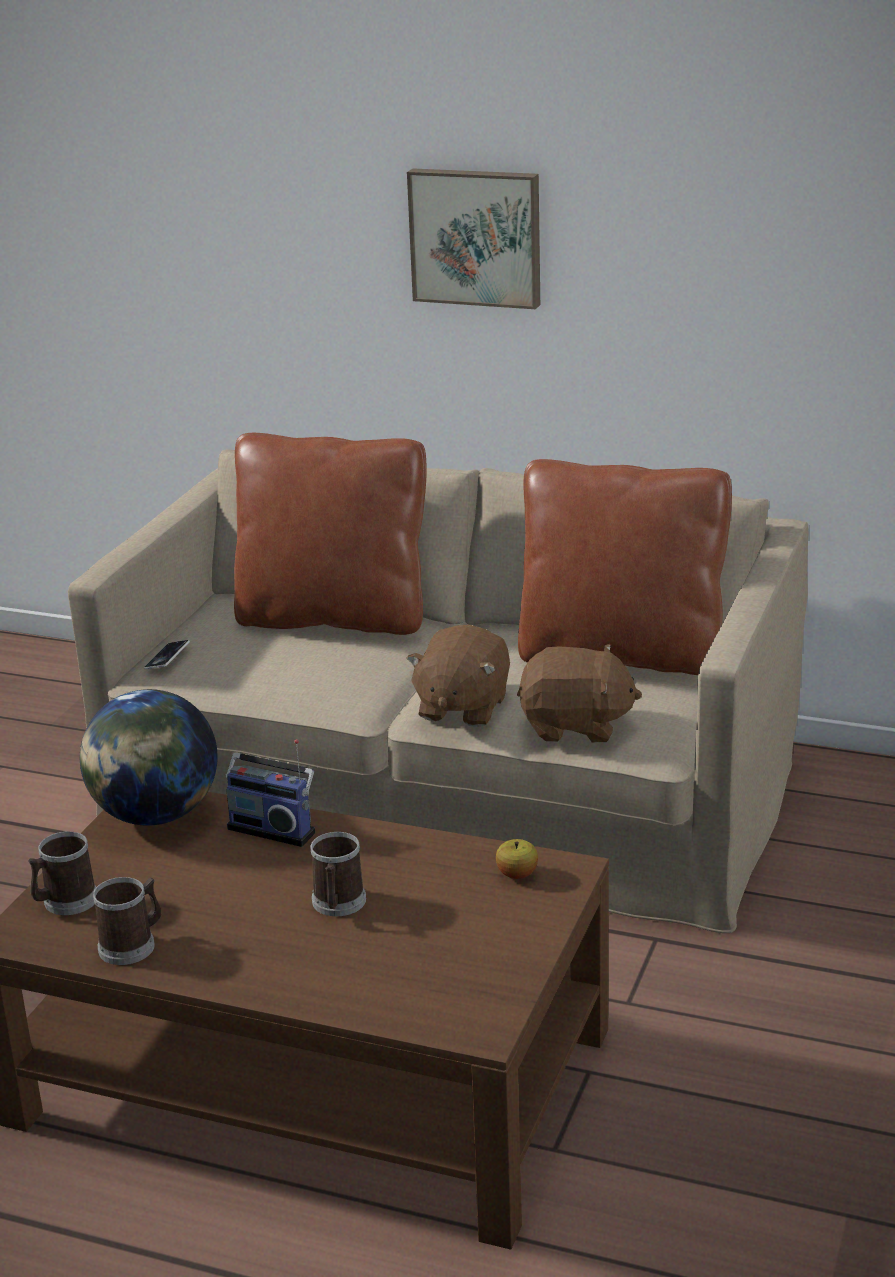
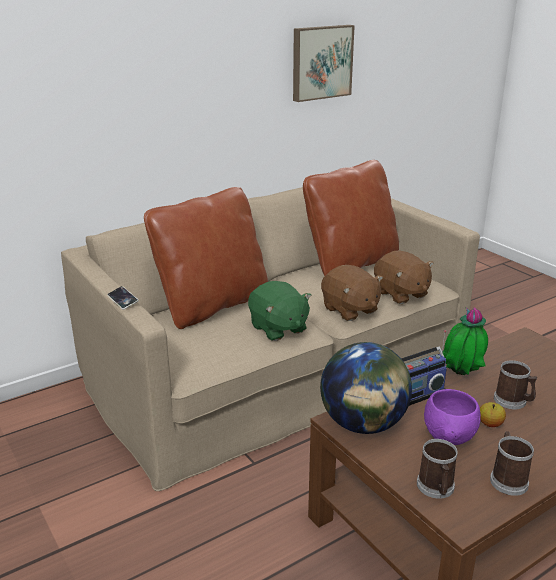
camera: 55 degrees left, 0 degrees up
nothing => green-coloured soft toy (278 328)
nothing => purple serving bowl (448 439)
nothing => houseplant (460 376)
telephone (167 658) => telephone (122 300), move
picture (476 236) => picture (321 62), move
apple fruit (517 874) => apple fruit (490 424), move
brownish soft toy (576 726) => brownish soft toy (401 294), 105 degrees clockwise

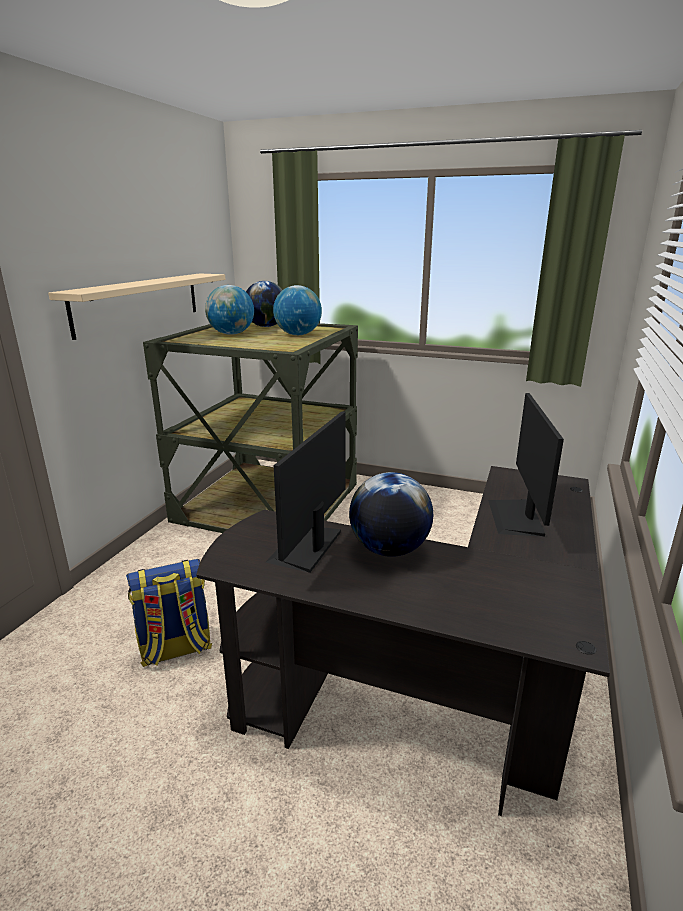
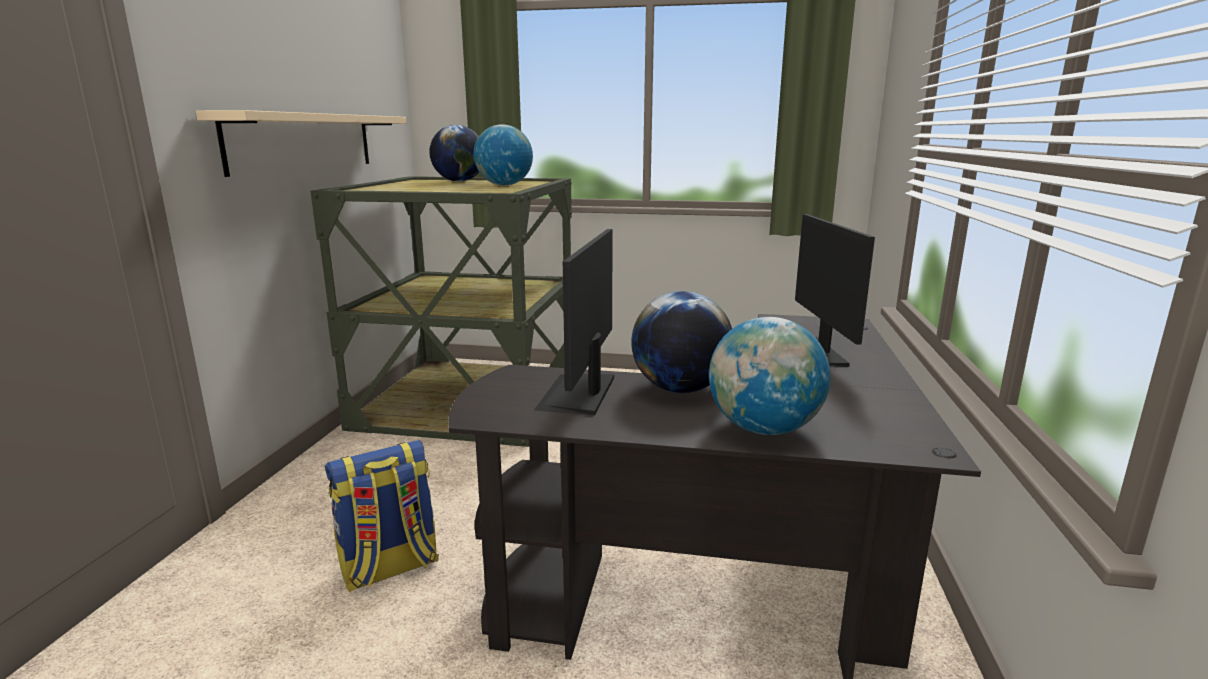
camera: 10 degrees left, 5 degrees down
world globe (231 334) => world globe (763 429), move

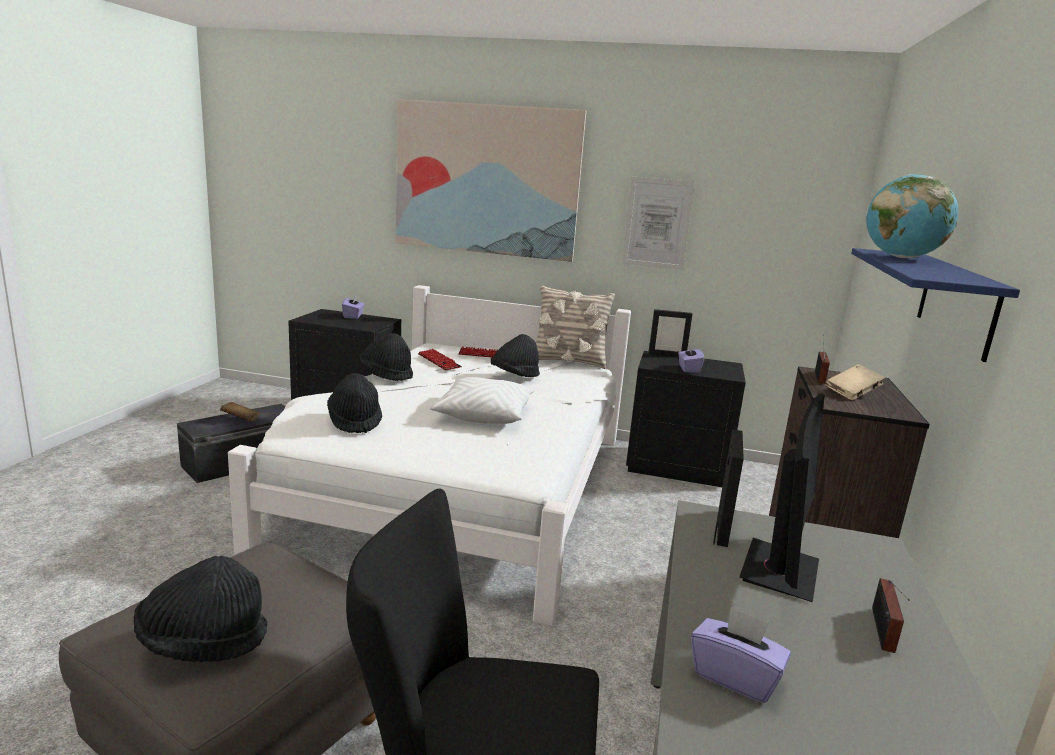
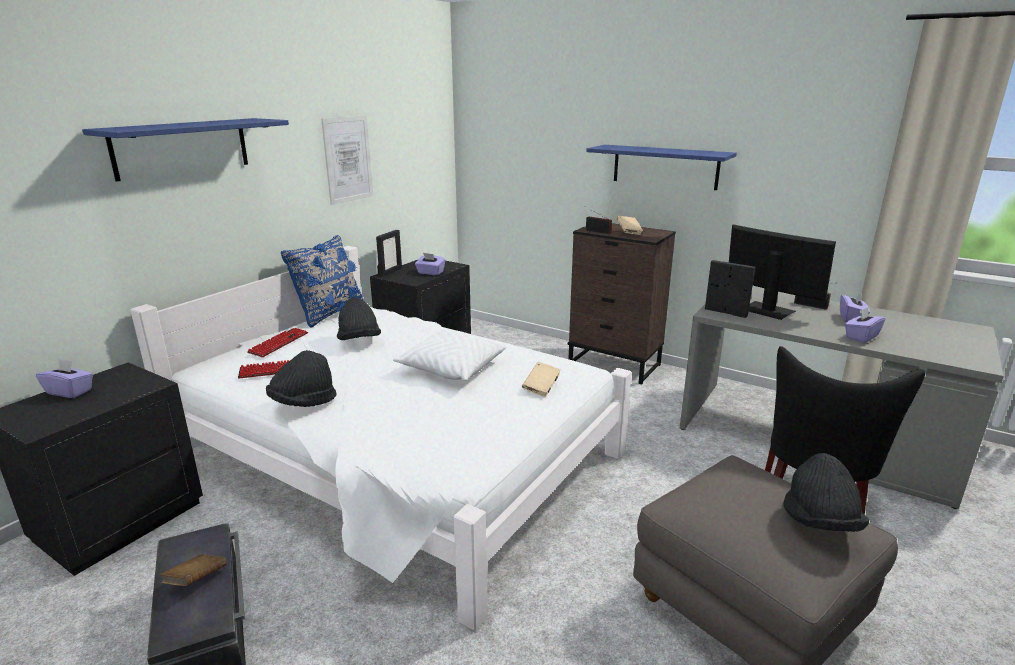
camera: 70 degrees left, 5 degrees up
black clothing hat (355 421) => nothing
world globe (901 257) => nothing
nothing => beige book (541 388)
nothing => purple tissue box (851 318)
picture (486 180) => bluish wall shelf (182 147)
beige throw pillow (569 362) => bluish throw pillow (330 314)

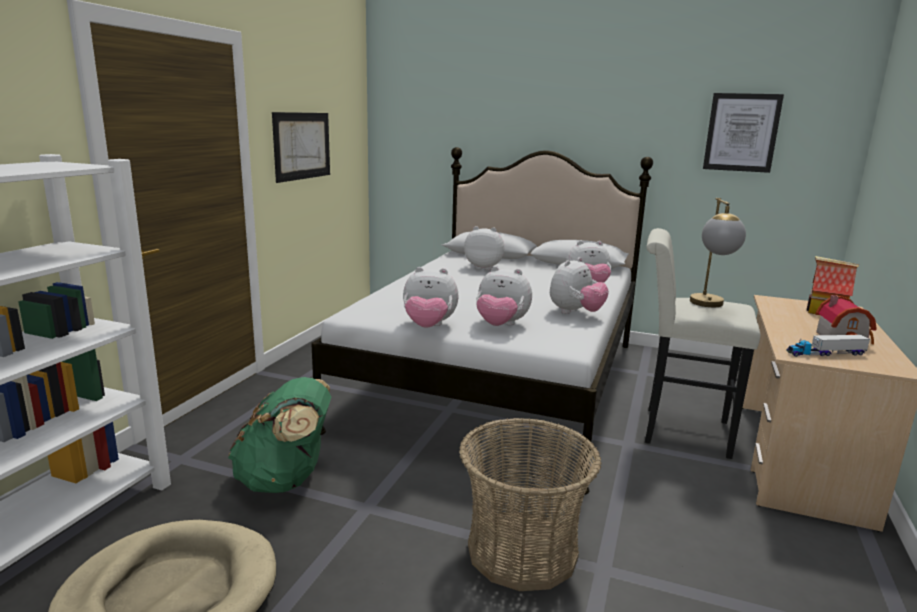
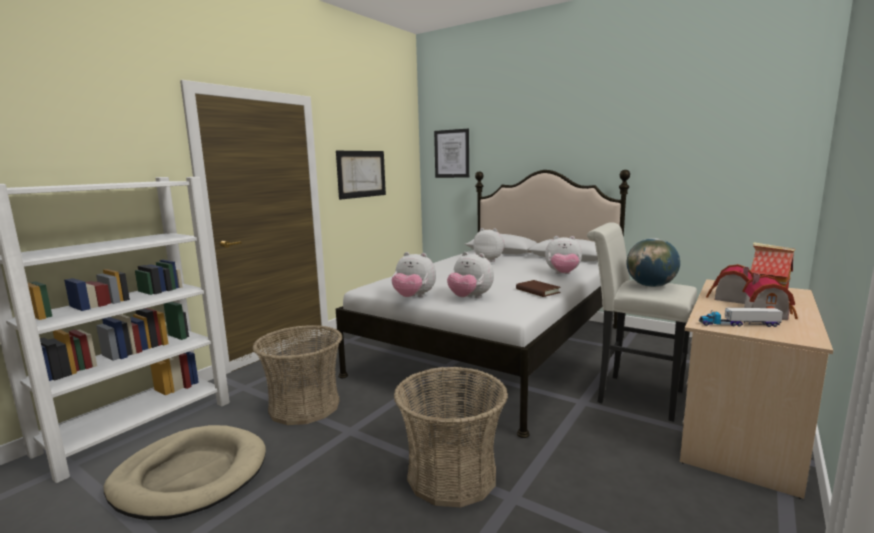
camera: 15 degrees right, 5 degrees down
nothing => model house (729 298)
picture (741 132) => picture (452 153), move
green-coloured rucksack (286 479) => storage basket (304 406)
soft toy (575 313) => brownish book (537 291)
tabletop lamp (709 306) => world globe (651 286)

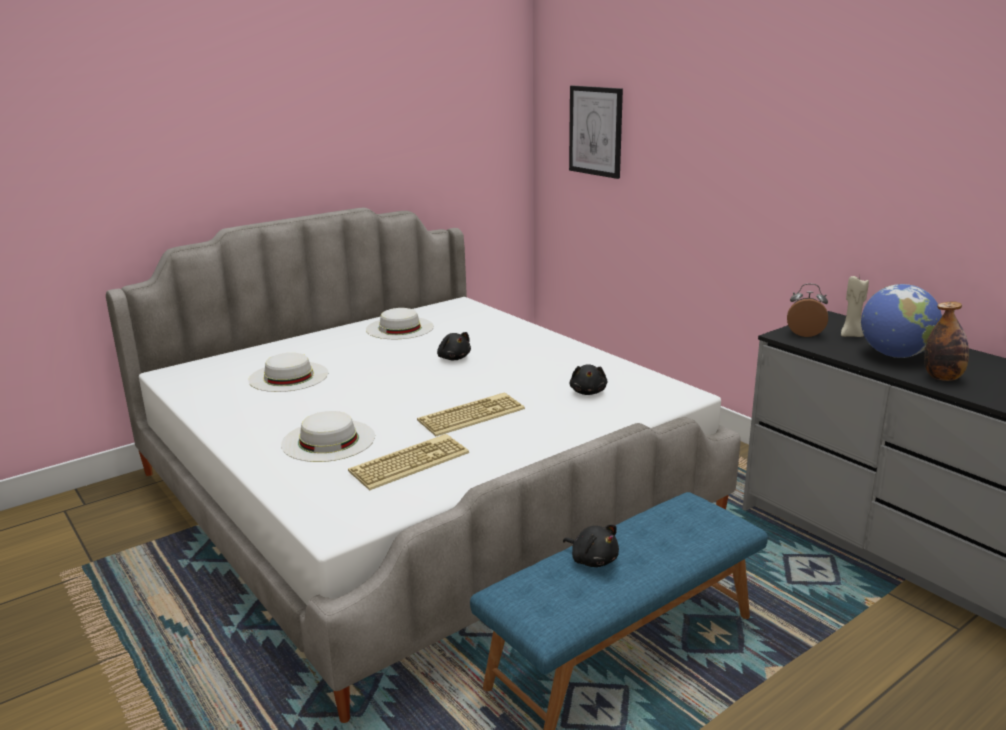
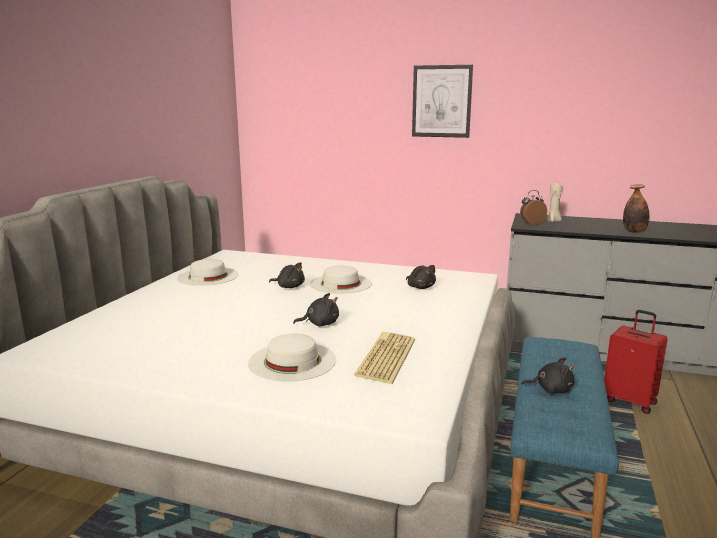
camera: 35 degrees left, 5 degrees down
computer keyboard (471 415) => nothing
world globe (895 355) => nothing
nothing => black soft toy (320 324)
nothing => red-coloured travel case (630 401)
white-coloured clothing hat (288 376) => white-coloured clothing hat (340 283), move
picture (595 131) => picture (441 101), move

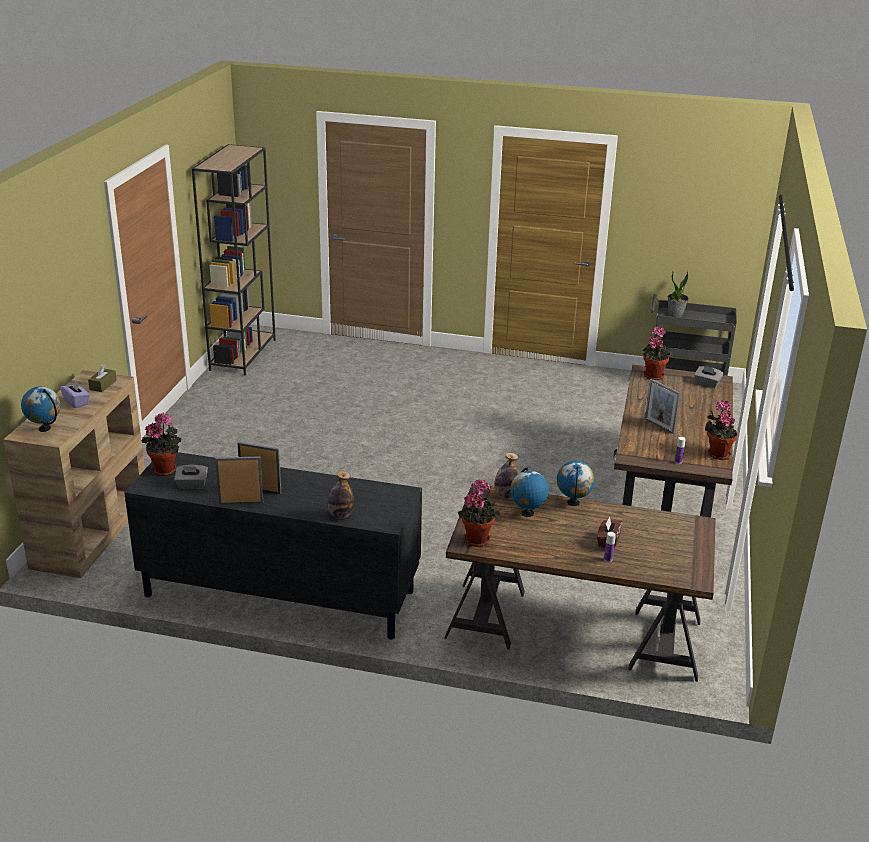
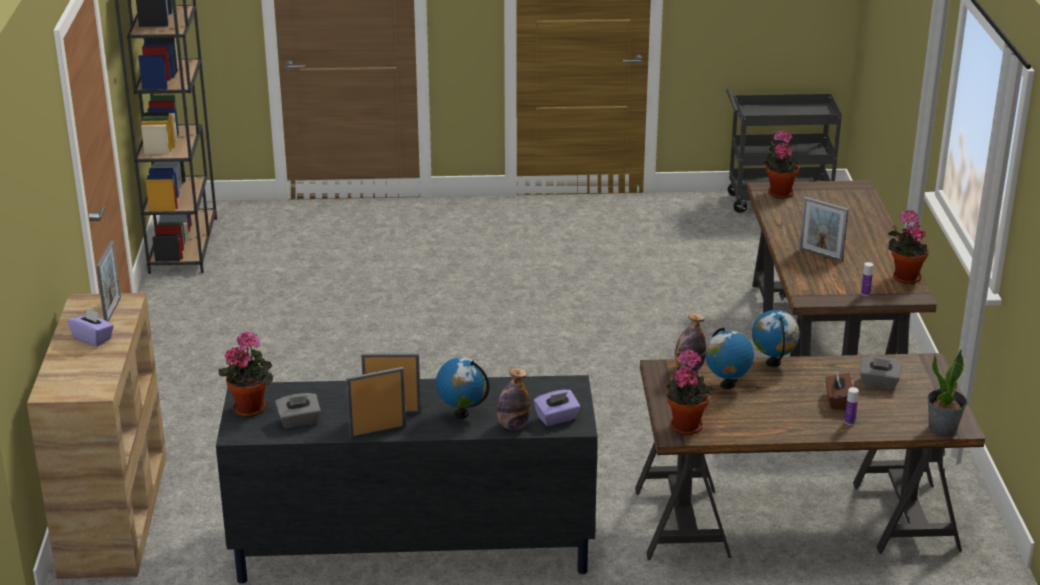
camera: 15 degrees left, 0 degrees up
nothing => purple tissue box (557 418)
world globe (45 428) => world globe (461 413), move
houseplant (675 314) => houseplant (943 428), move
greyish tissue box (707 384) => greyish tissue box (878 383), move
brownish tissue box (103 385) => standing frame (112 310)

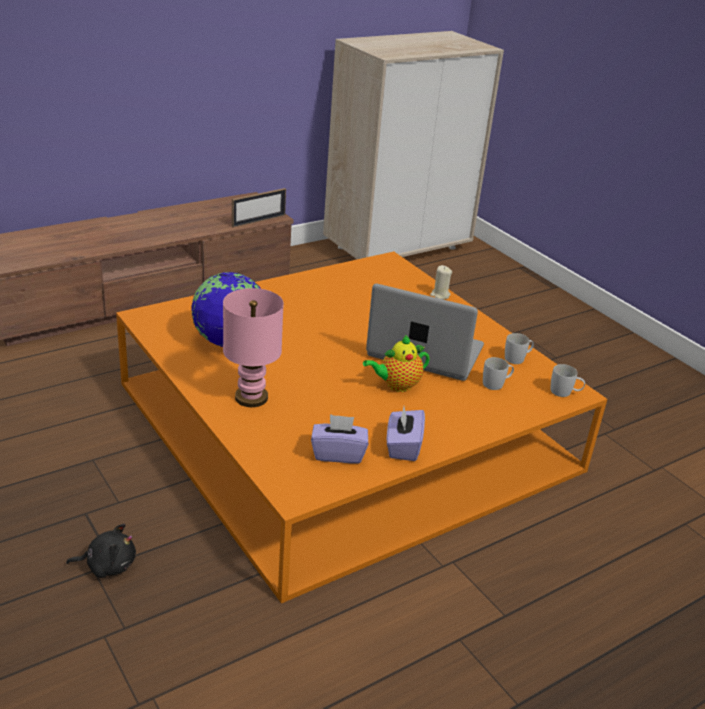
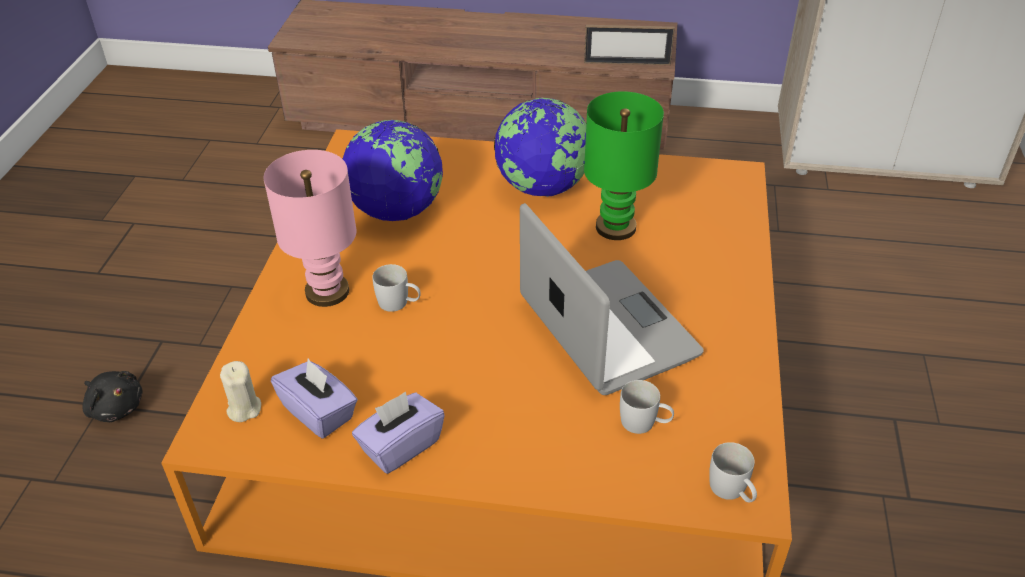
camera: 45 degrees right, 10 degrees up
teapot (397 385) => nothing
nothing => world globe (543 187)
nothing => green-coloured tabletop lamp (614 227)
beige candle (440 295) => beige candle (244 408), move
white-coloured tea mug (517 358) => white-coloured tea mug (399 303), move

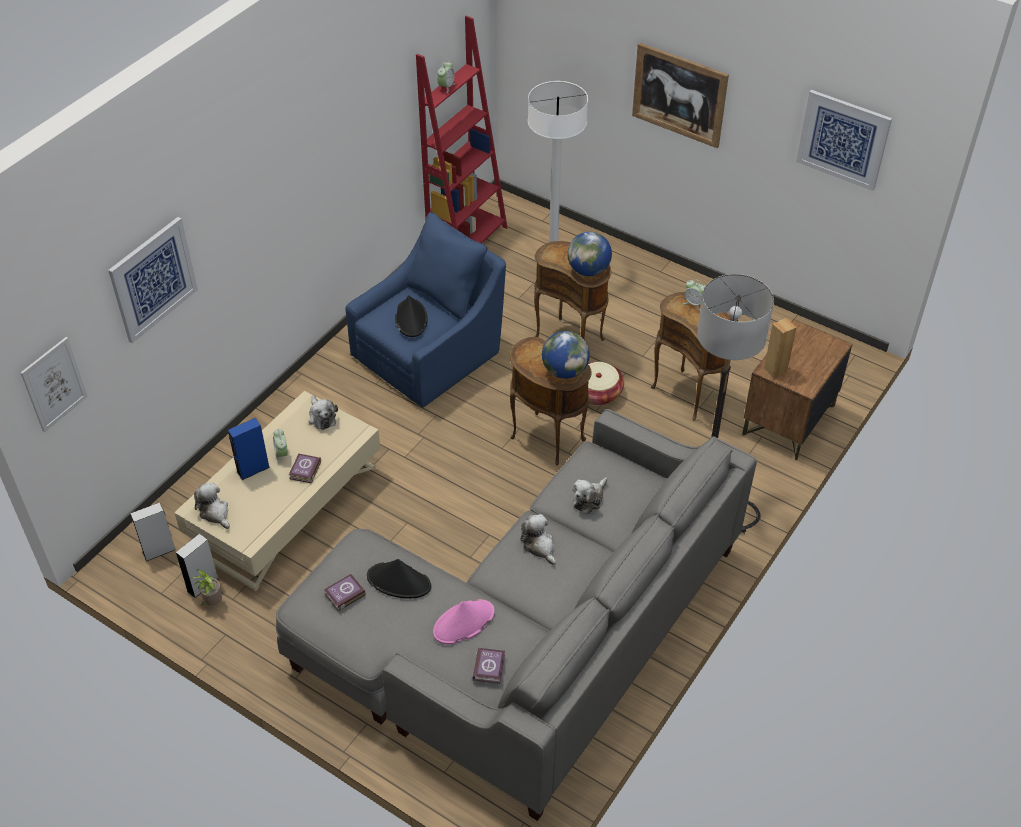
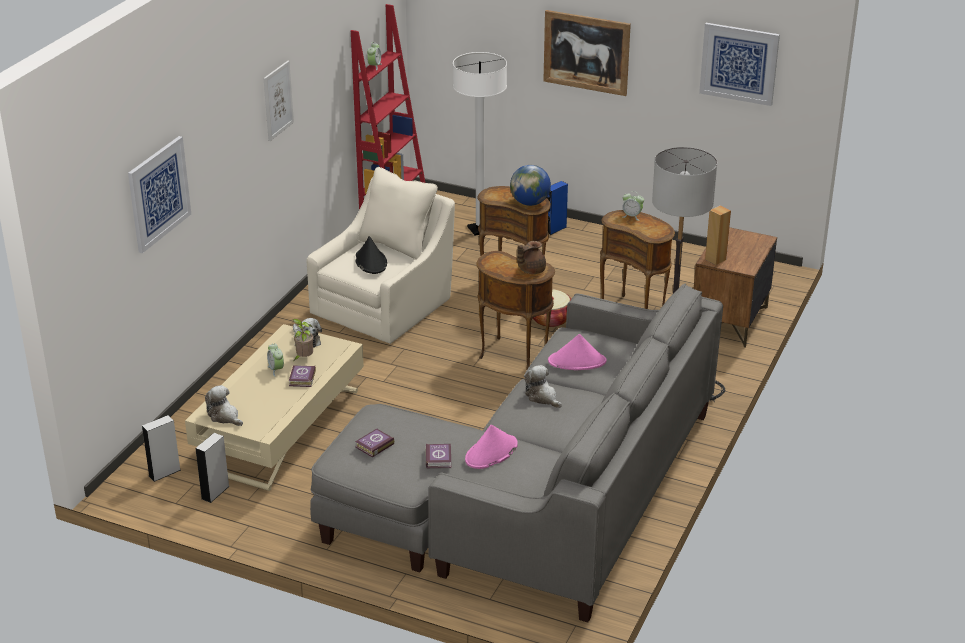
camera: 10 degrees left, 15 degrees down
black clothing hat (399 581) => nothing
picture (54 384) => picture (278 100), move
houseplant (212 603) => houseplant (303 358), move
bluish audio speaker (253 470) => bluish audio speaker (555 229), move
book (489 666) => book (439 458), move
world globe (564 371) => brownish teapot (530 270)
soft toy (589 499) => pink clothing hat (577 361)
bluish lounge chair (430 353) => beige lounge chair (384 306)

